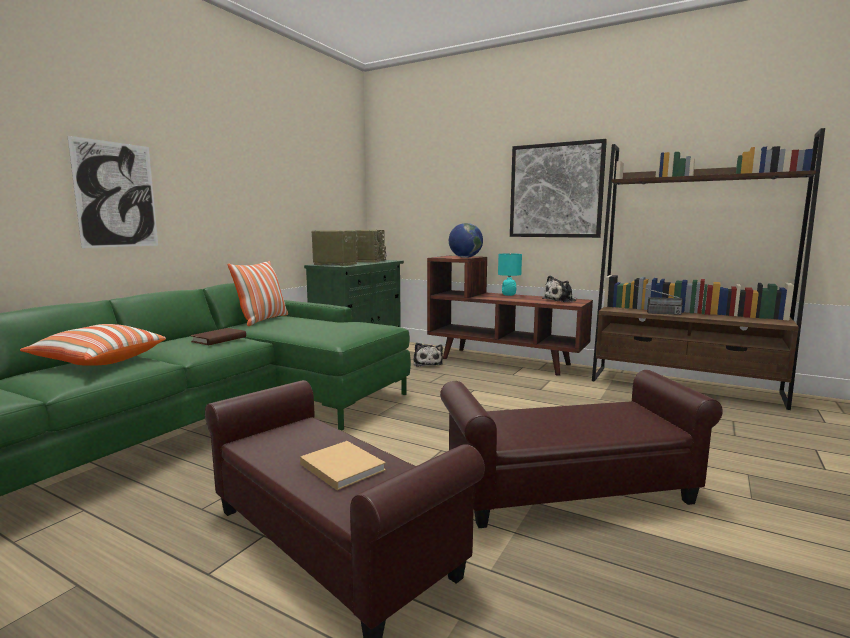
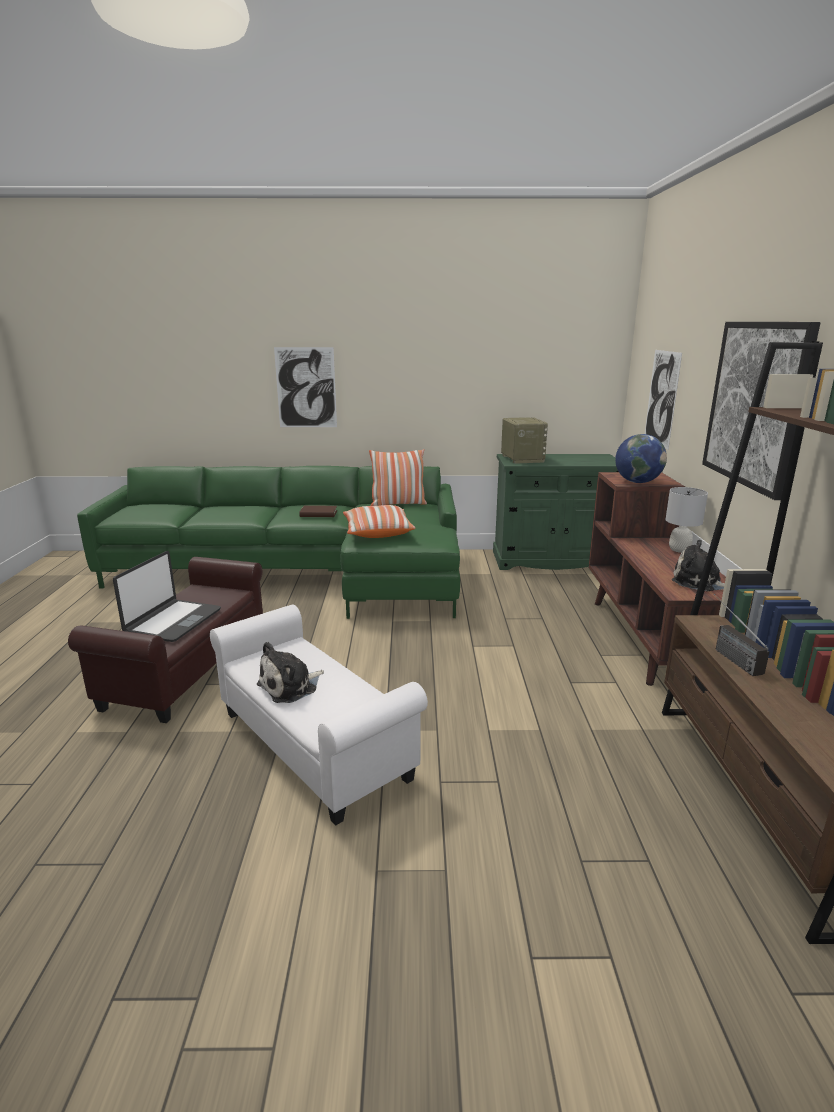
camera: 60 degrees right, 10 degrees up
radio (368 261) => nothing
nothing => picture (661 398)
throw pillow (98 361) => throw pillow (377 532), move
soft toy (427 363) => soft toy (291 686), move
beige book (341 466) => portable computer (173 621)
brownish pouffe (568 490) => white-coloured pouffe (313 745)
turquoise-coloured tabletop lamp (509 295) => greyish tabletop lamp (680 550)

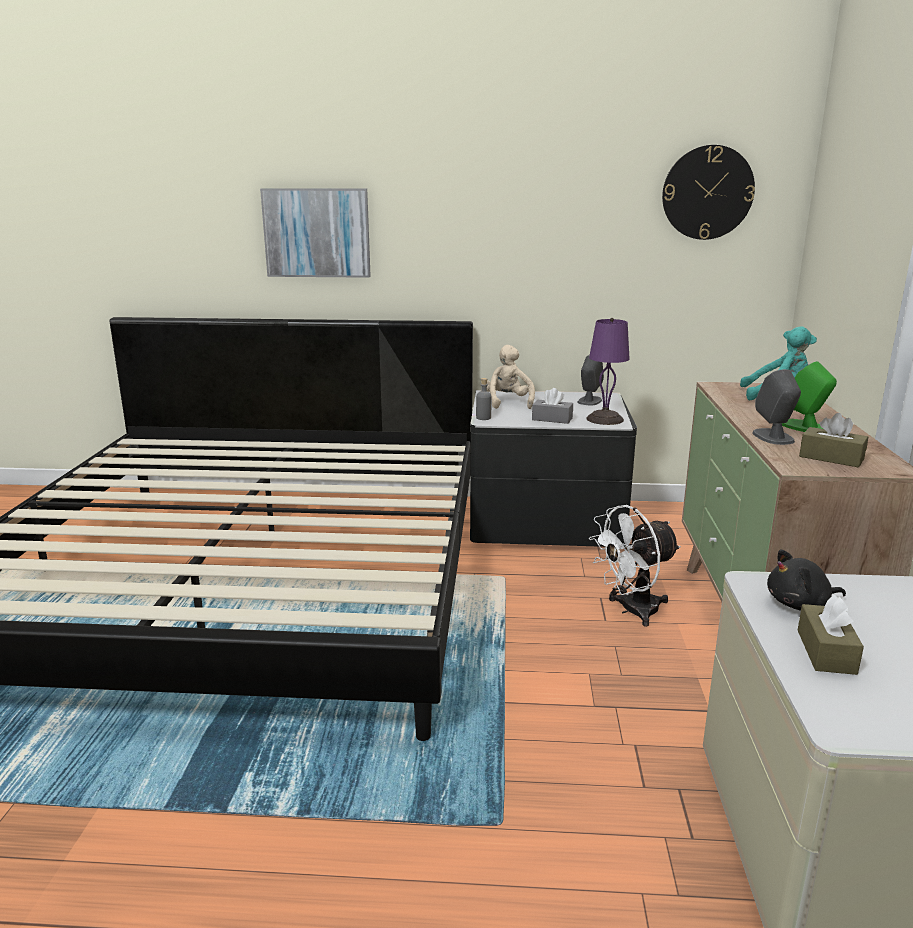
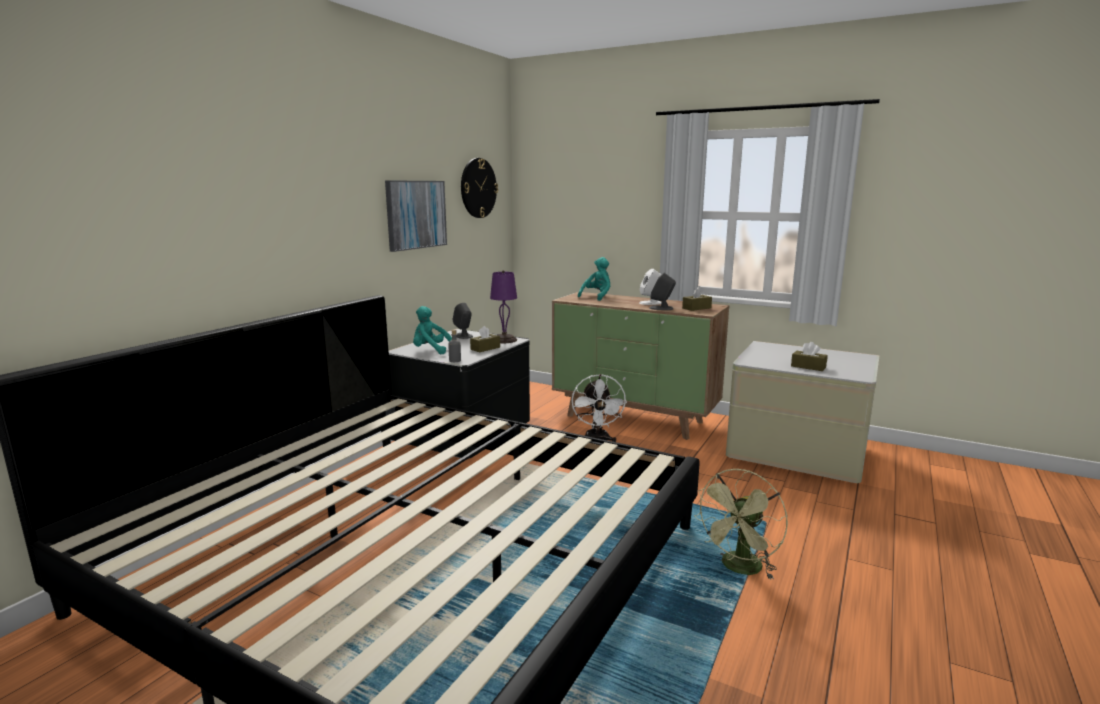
camera: 65 degrees left, 5 degrees down
black soft toy (800 605) => nothing
nothing => green-coloured cooling fan (739 569)
picture (317 233) => picture (416 214), move
beige soft toy (507 403) => turquoise-coloured soft toy (431 351)
greyish tissue box (552 419) => brownish tissue box (485 348)
green-coloured audio speaker (804 427) => white-coloured audio speaker (651 303)

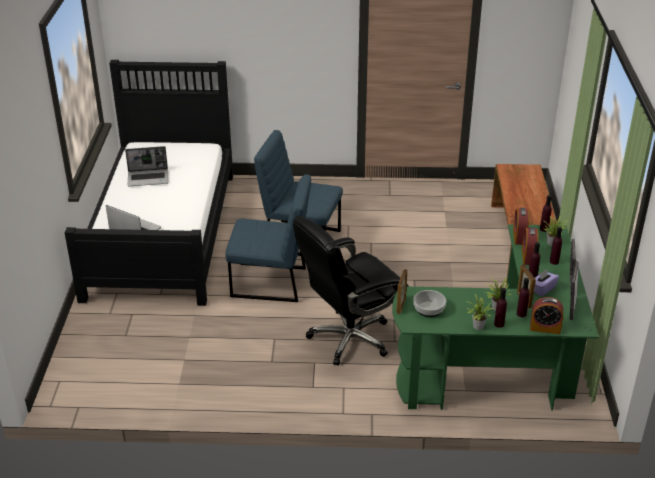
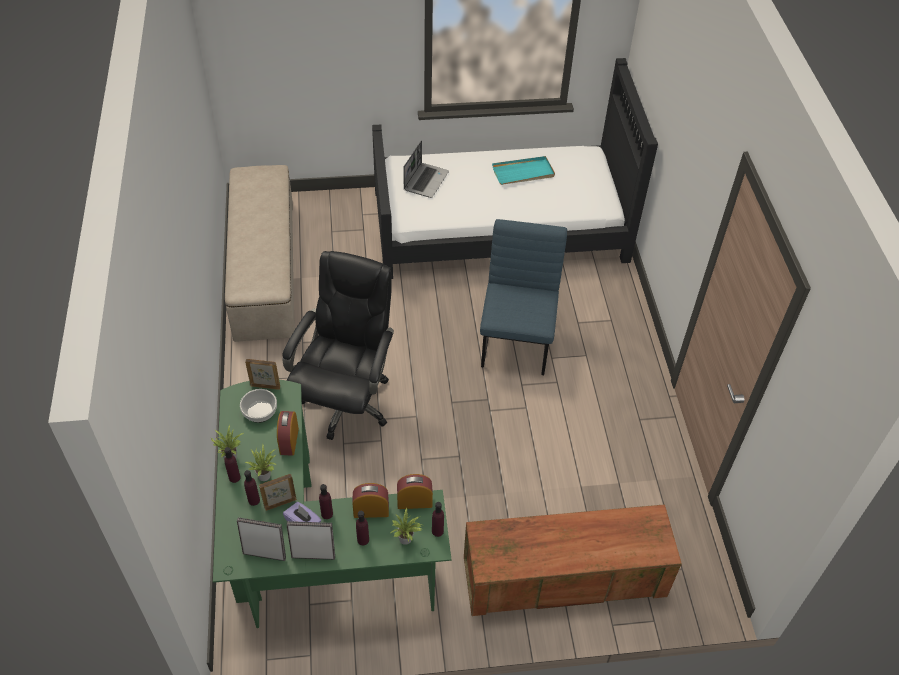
camera: 80 degrees right, 15 degrees up
bluish chair (271 283) => nothing
nothing => beige bench (264 268)
bedside clock (545 328) => bedside clock (289 441), move
portable computer (148 178) => turquoise-coloured tray (523 173)
black computer chair (352 337) => black computer chair (346 404), 60 degrees clockwise

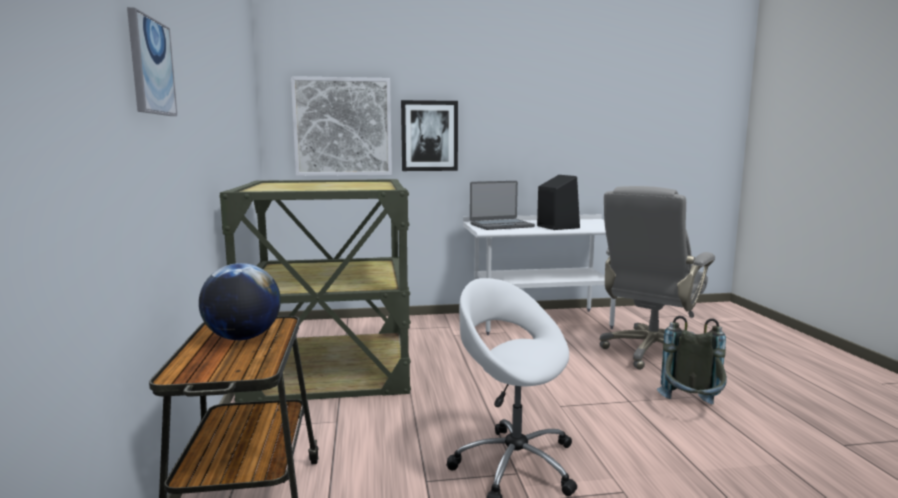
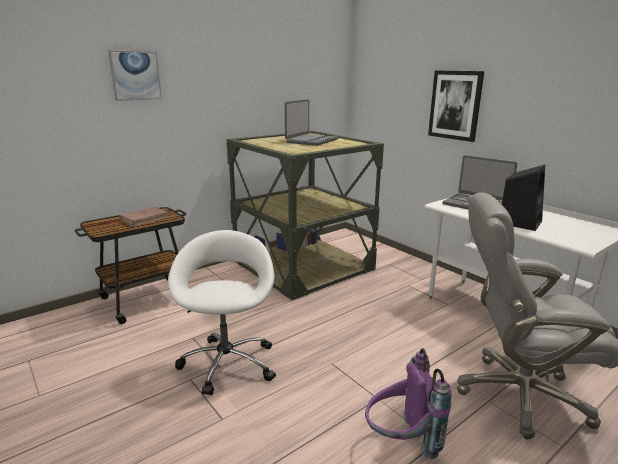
camera: 60 degrees right, 10 degrees up
picture (342 127) => nothing
nothing => portable computer (311 141)
world globe (243 338) => brownish book (145 219)
greyish rucksack (691 409) => purple rucksack (401 442)

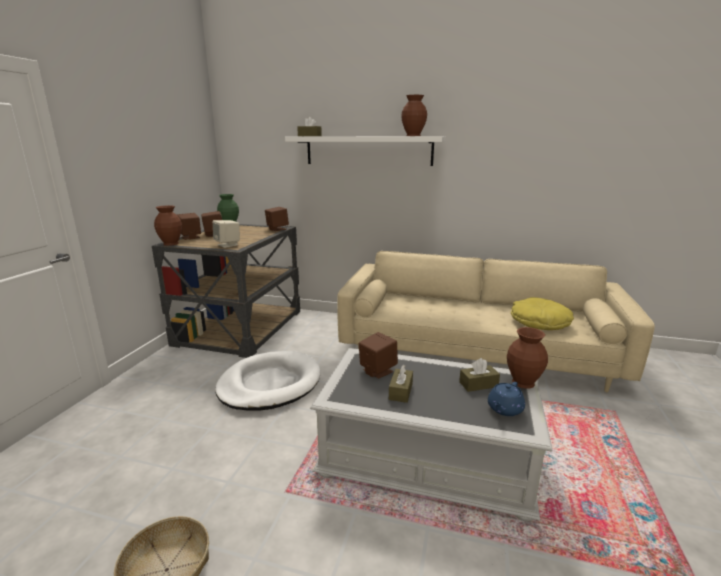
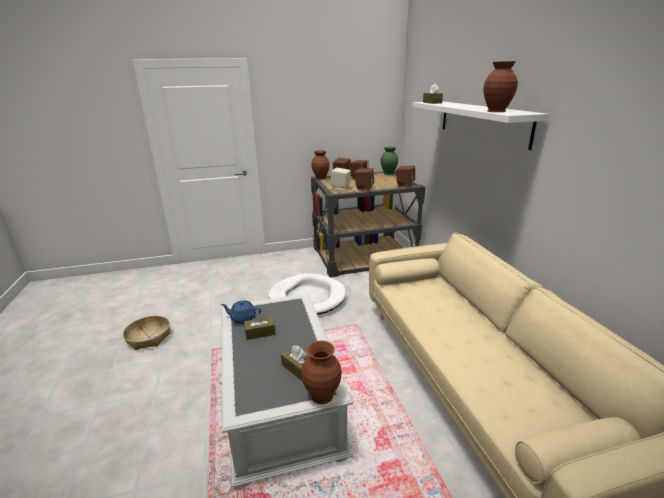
camera: 60 degrees right, 5 degrees up
yellow-coloured throw pillow (538 322) => nothing
brownish audio speaker (377 370) => brownish audio speaker (364 188), move
bluish teapot (504 409) => bluish teapot (242 318), move

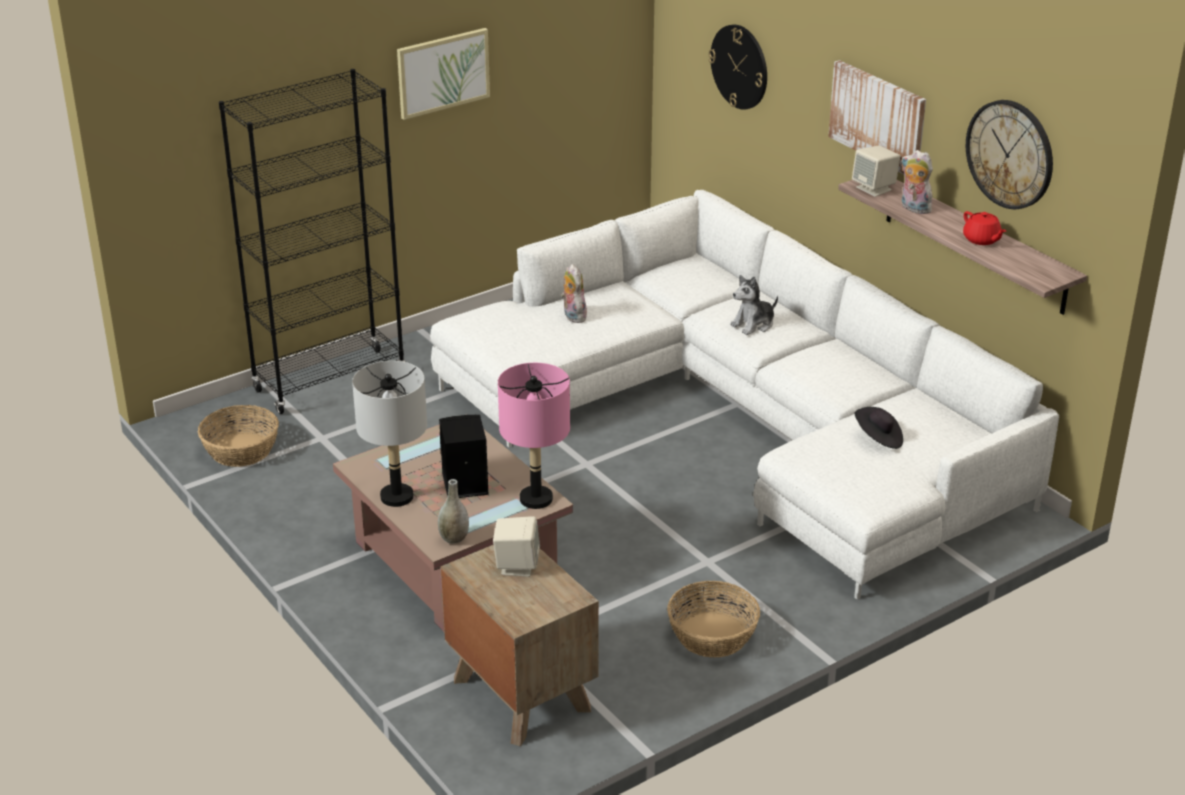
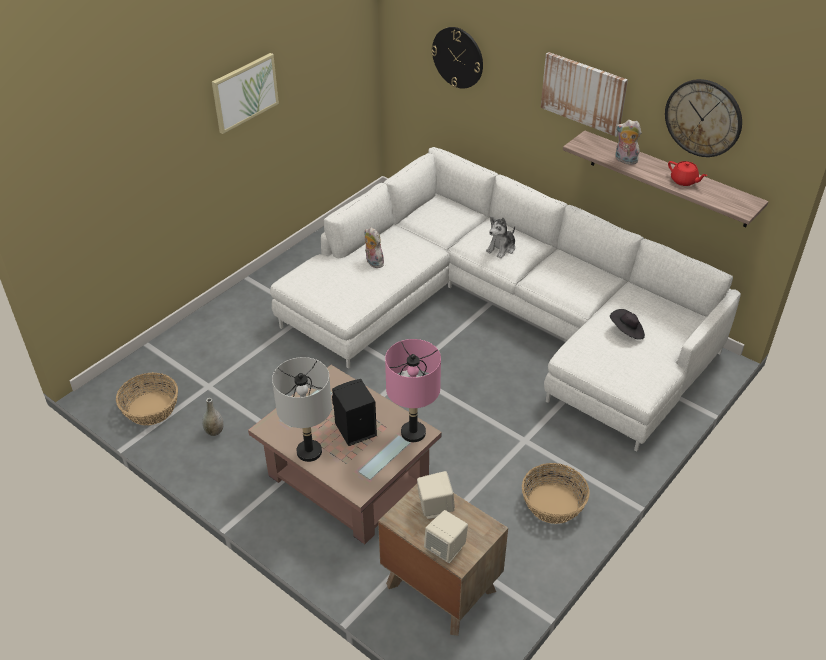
camera: 15 degrees left, 10 degrees up
black bookcase (330 381) => nothing
greyish vase (454 538) => greyish vase (214 431), move
beige audio speaker (874 188) => beige audio speaker (446 549), move

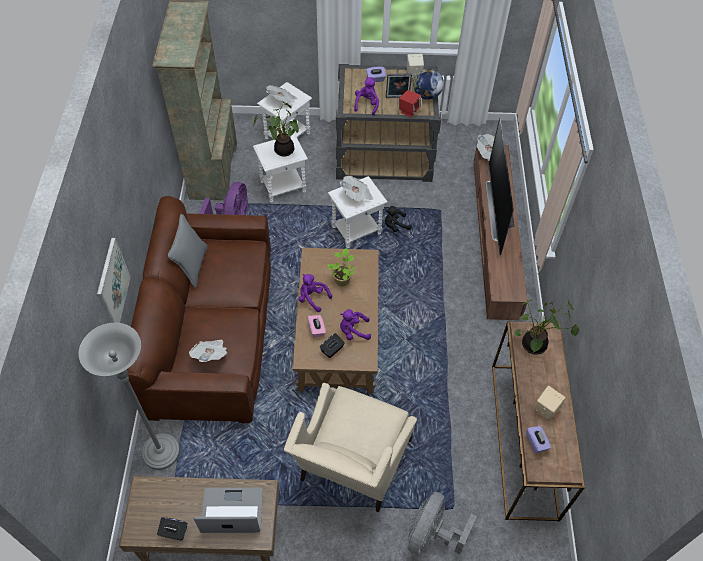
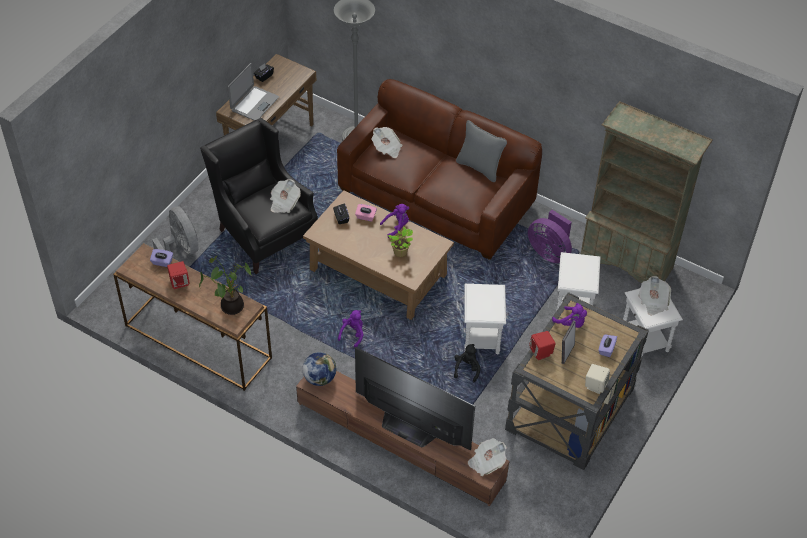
camera: 120 degrees right, 5 degrees down
picture (112 284) => nothing
houseplant (282 150) => nothing
daily paper (357 195) => daily paper (284 203), move
purple soft toy (353 331) => purple soft toy (353 334), move
world globe (426 95) => world globe (319 378), move
beige lounge chair (352 466) => black lounge chair (263 231)
beige audio speaker (545 409) => red-coloured audio speaker (179 282)

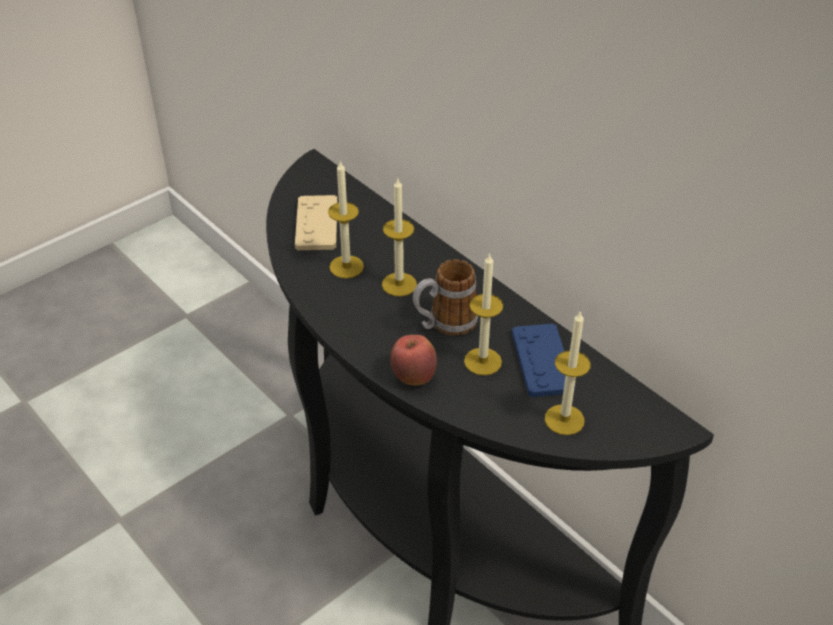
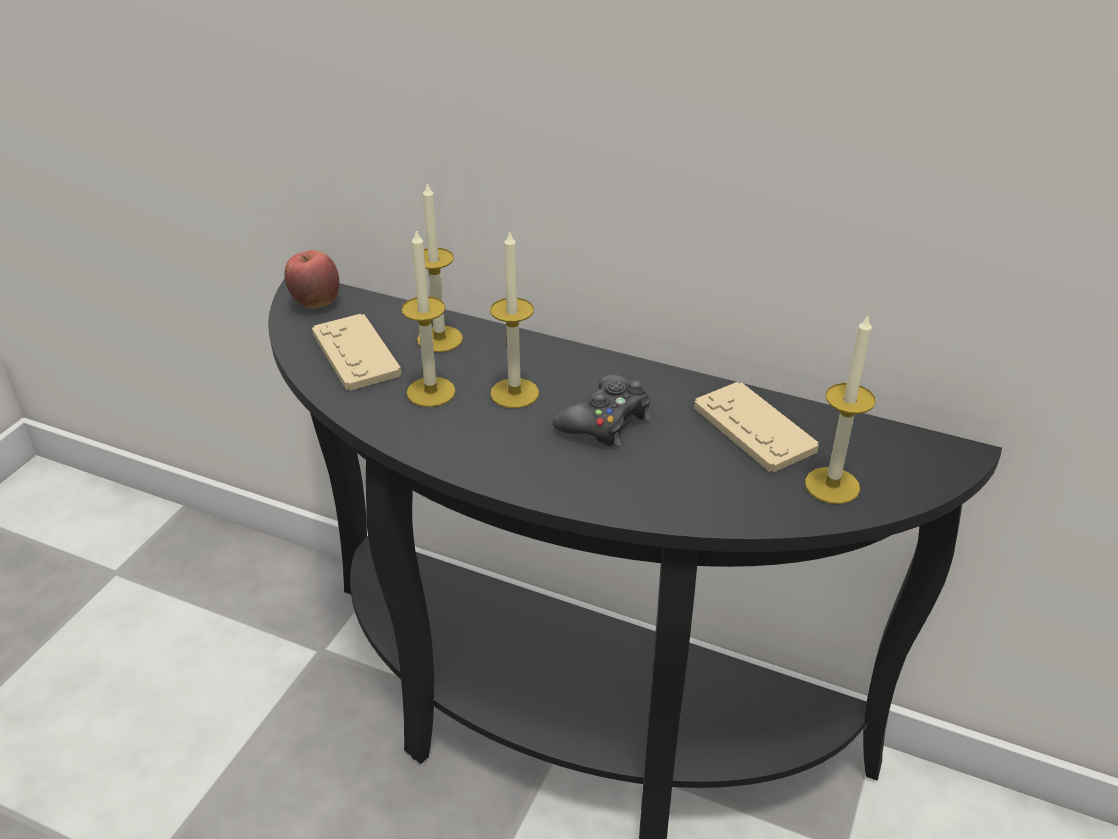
camera: 25 degrees left, 5 degrees down
apple fruit (413 377) => apple fruit (315 303), move
candle (482 361) => candle (440 339), move
tea mug (445 324) => black joypad (605 421)
bluish joypad (542 361) => beige joypad (754 428)

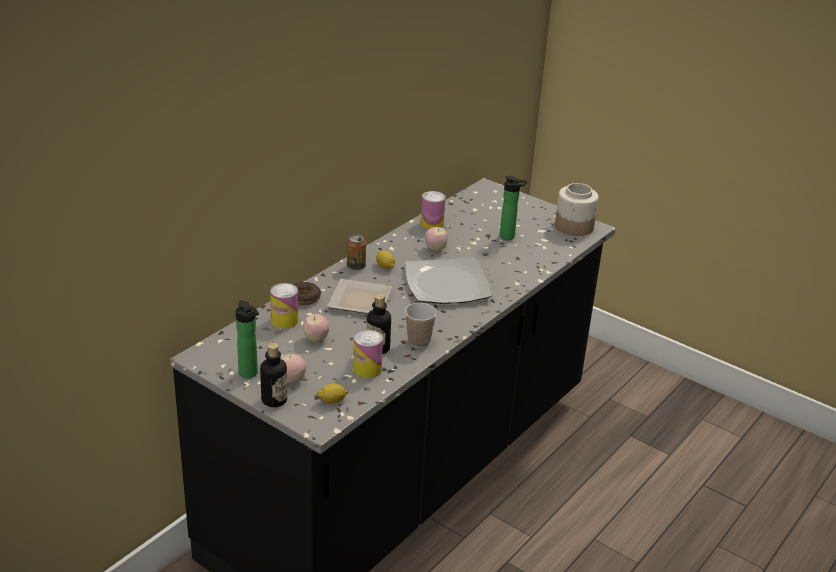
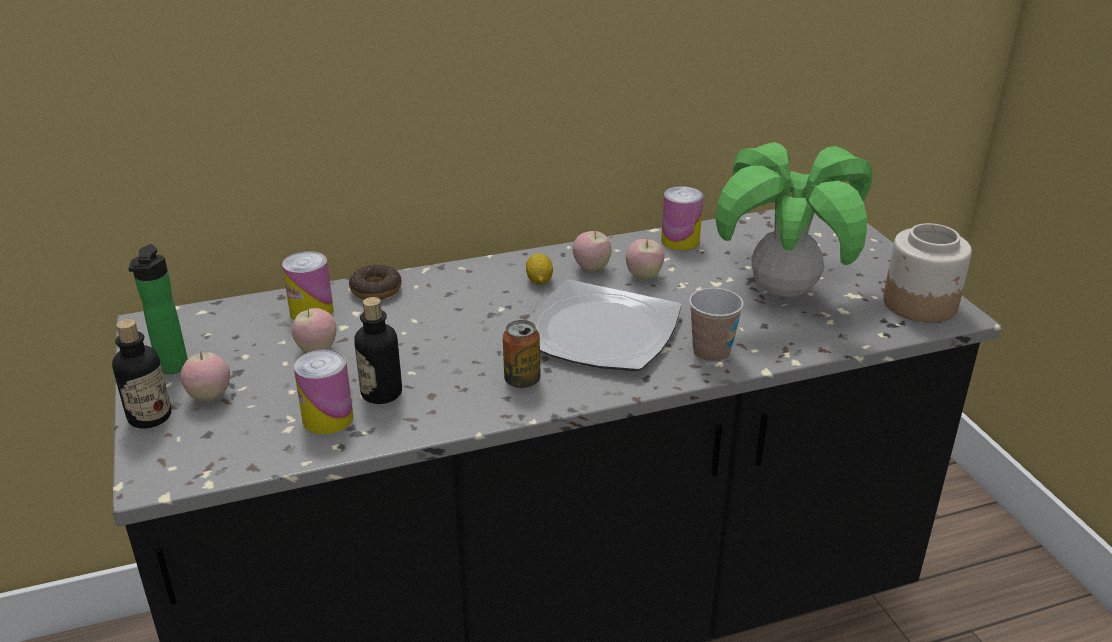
camera: 35 degrees right, 0 degrees up
whole lemon (332 401) => nothing
flat dish (358 299) => nothing
nothing => apple fruit (591 268)
sealed can (356 266) => sealed can (522 380), move
drinking cup (419 341) => drinking cup (711 353), move
bottle (509 237) => houseplant (783 291)

